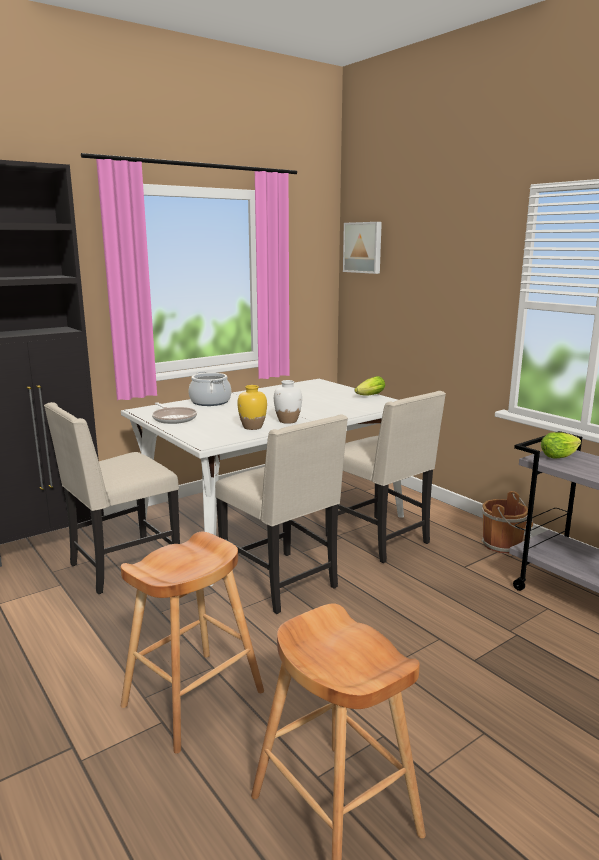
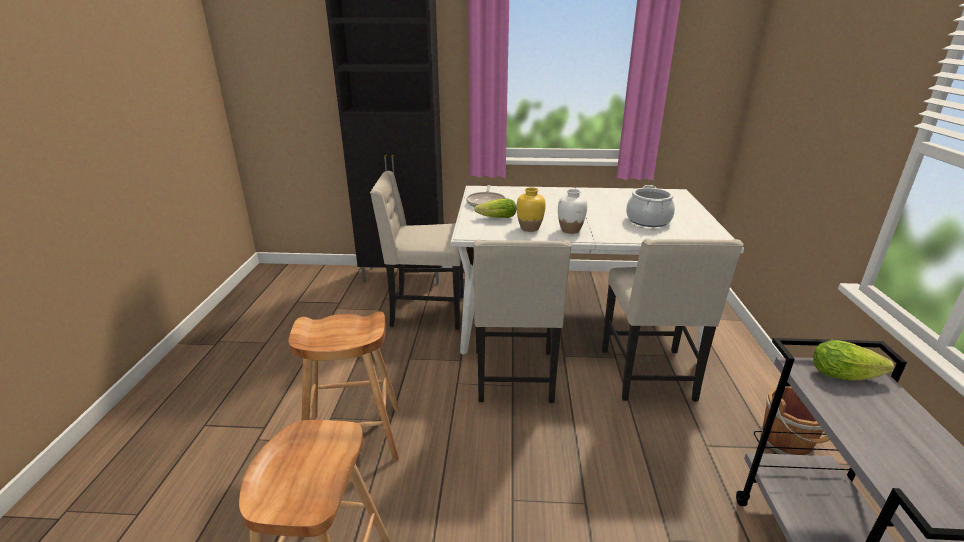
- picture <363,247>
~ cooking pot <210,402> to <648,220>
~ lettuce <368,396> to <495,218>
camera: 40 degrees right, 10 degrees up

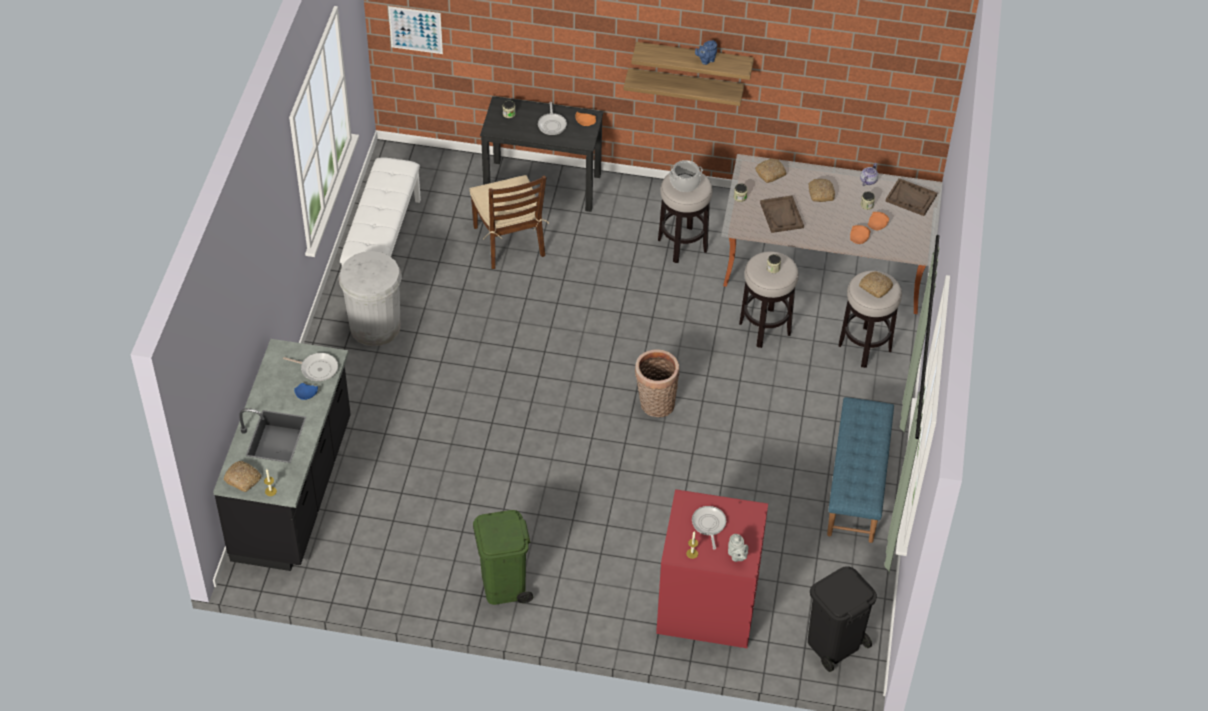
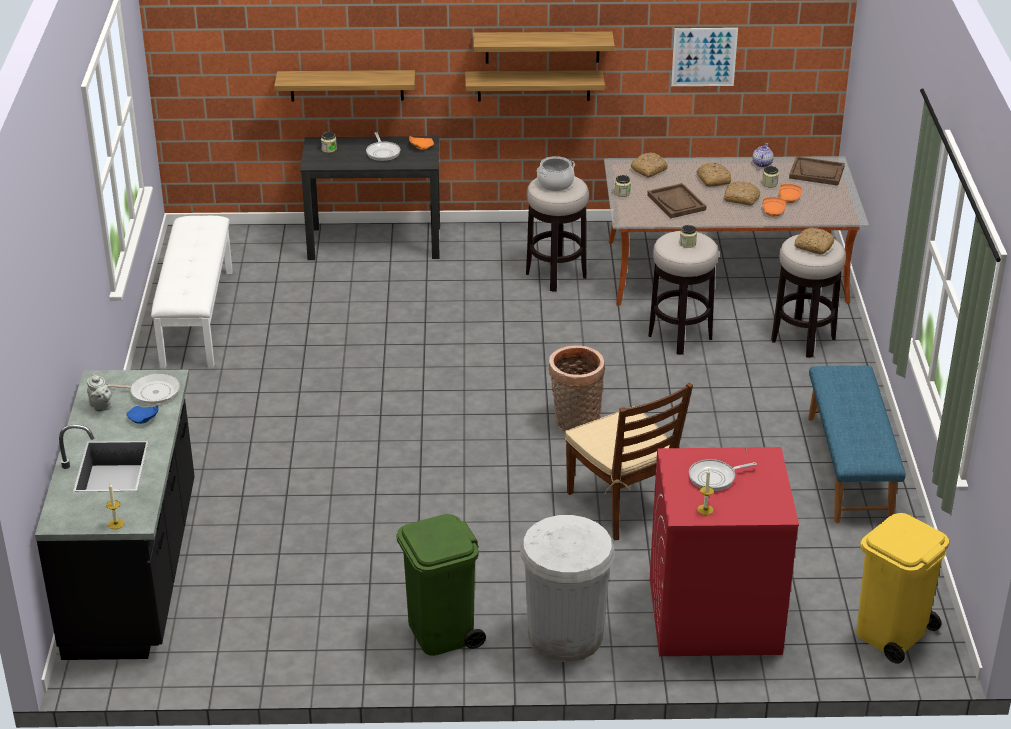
~ picture <415,30> to <704,57>
- blue teapot <706,60>
~ brown chair <509,242> to <624,504>
~ white trash can <375,327> to <565,635>
~ bread <243,479> to <742,198>
~ frying pan <709,525> = <715,478> 90 degrees counterclockwise
~ grey teapot <737,556> to <101,406>
~ black trash can <834,644> to yellow trash can <891,633>
+ shelf <346,85>
camera: 10 degrees left, 15 degrees down

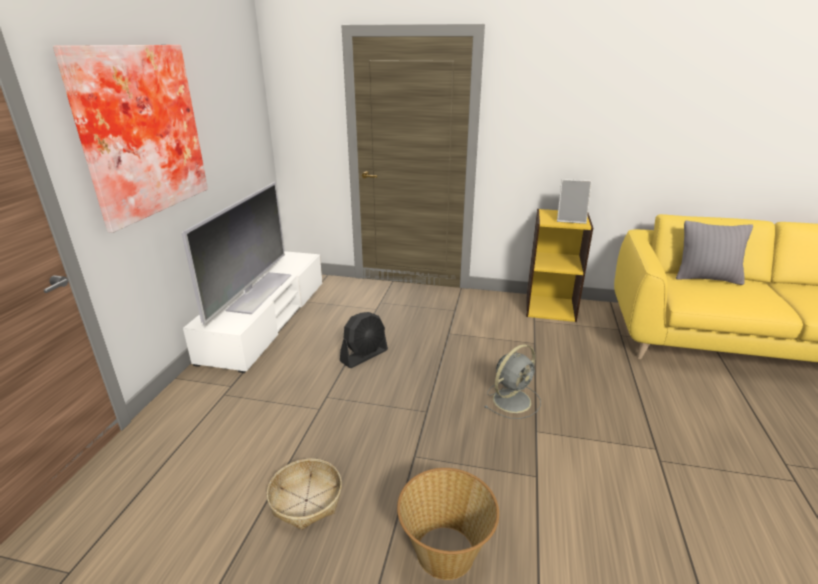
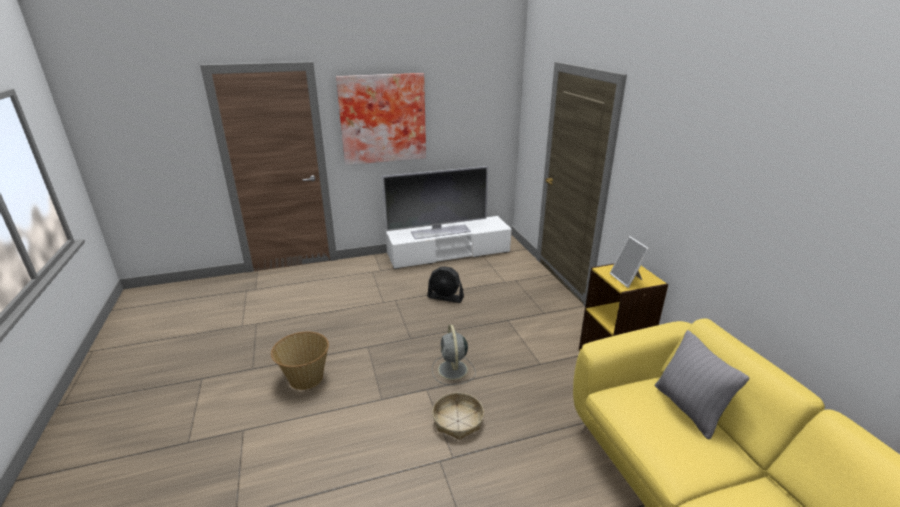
~ grey fan <513,399> = <453,370> 60 degrees clockwise
~ basket <306,500> to <458,421>
camera: 60 degrees right, 0 degrees up

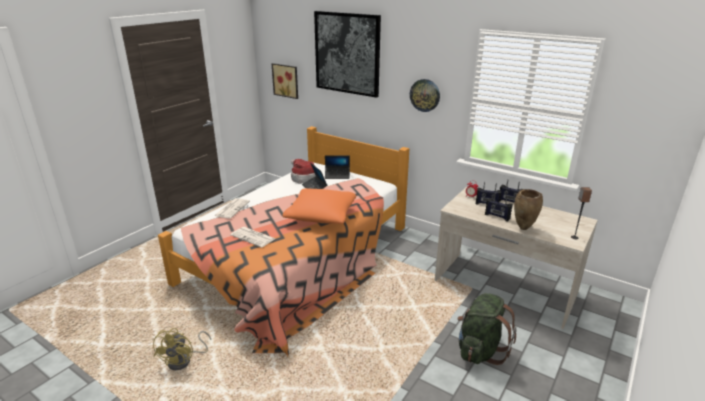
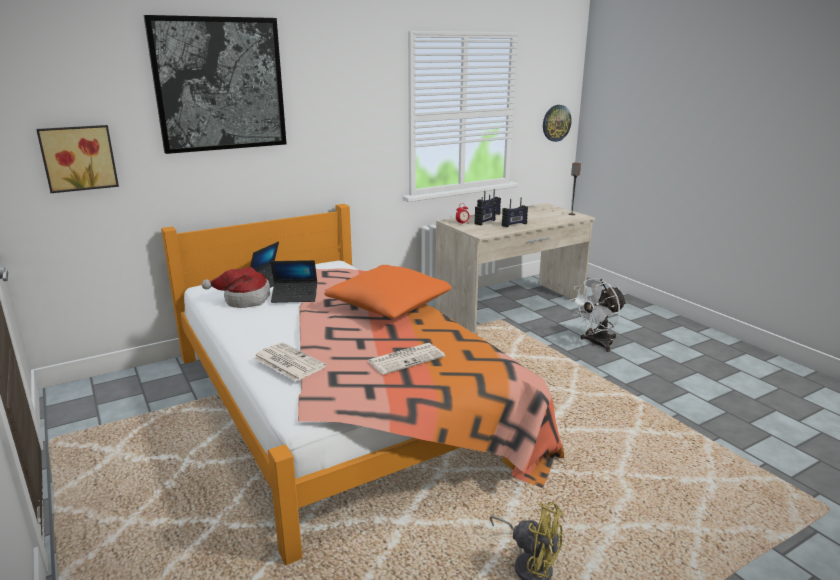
~ wall clock <425,95> to <556,123>
- brown vase <523,228>
~ green backpack <480,350> to white fan <596,344>
camera: 65 degrees left, 5 degrees down

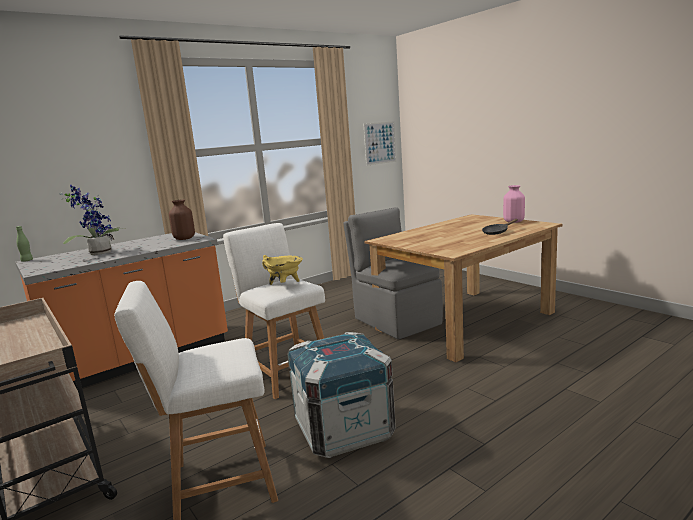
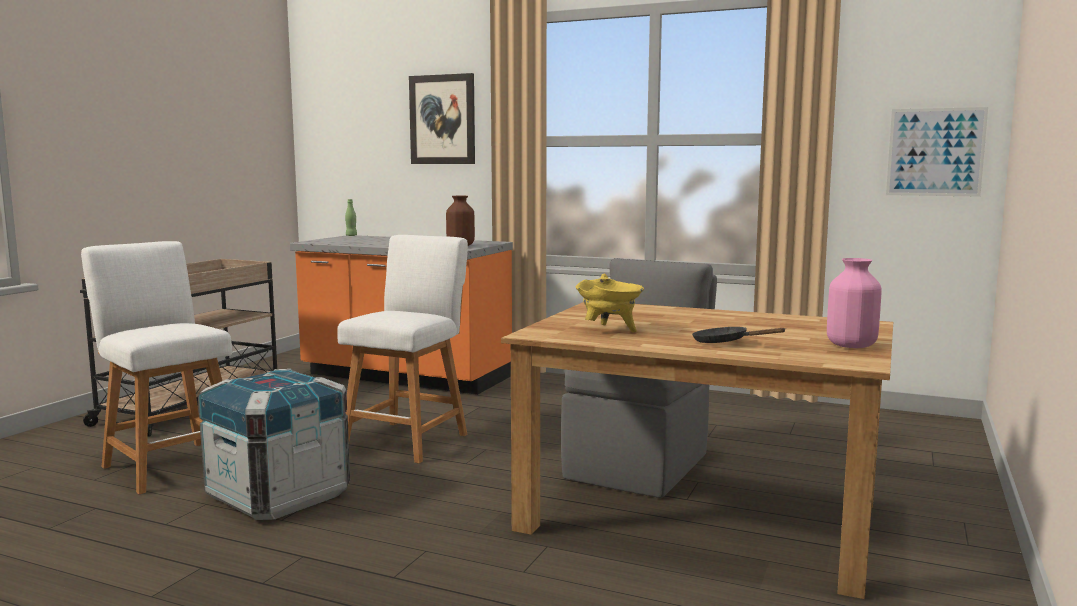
- potted plant <98,253>
~ yellow cooking pot <284,285> to <609,330>
+ picture <442,119>
camera: 60 degrees right, 5 degrees down

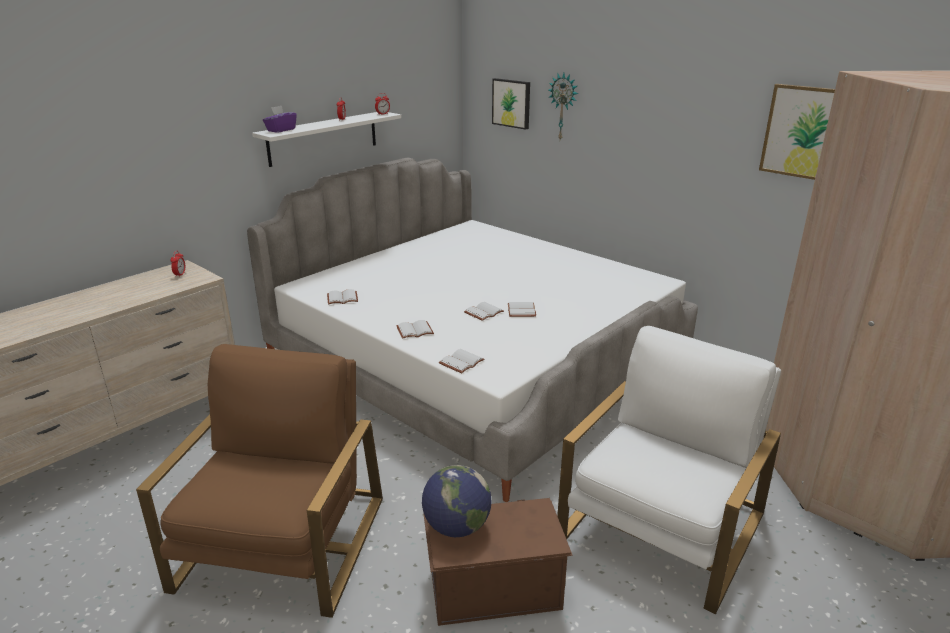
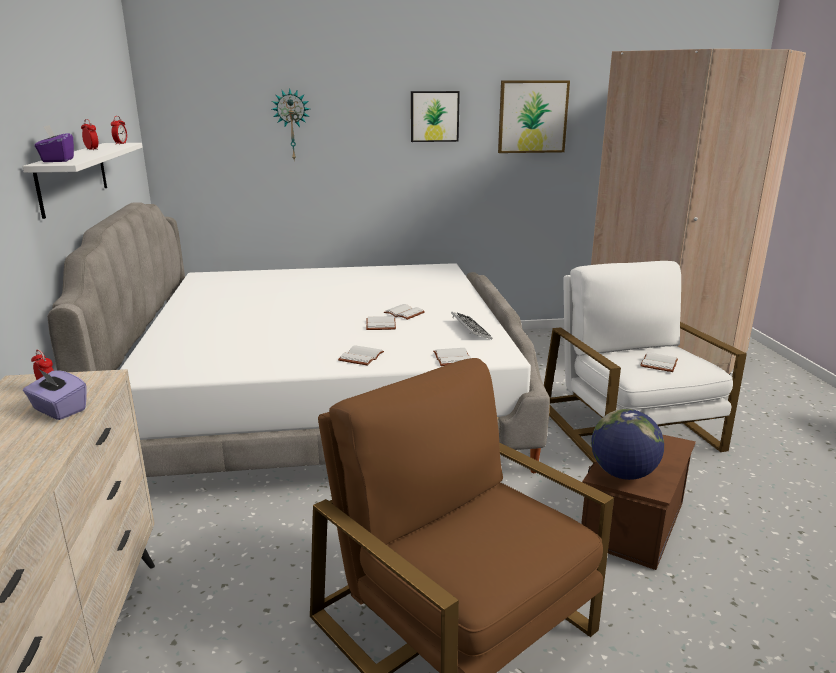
~ picture <512,103> to <434,116>
~ white book <342,299> to <660,364>
+ keyboard <470,329>
+ purple tissue box <59,410>
camera: 50 degrees left, 5 degrees down

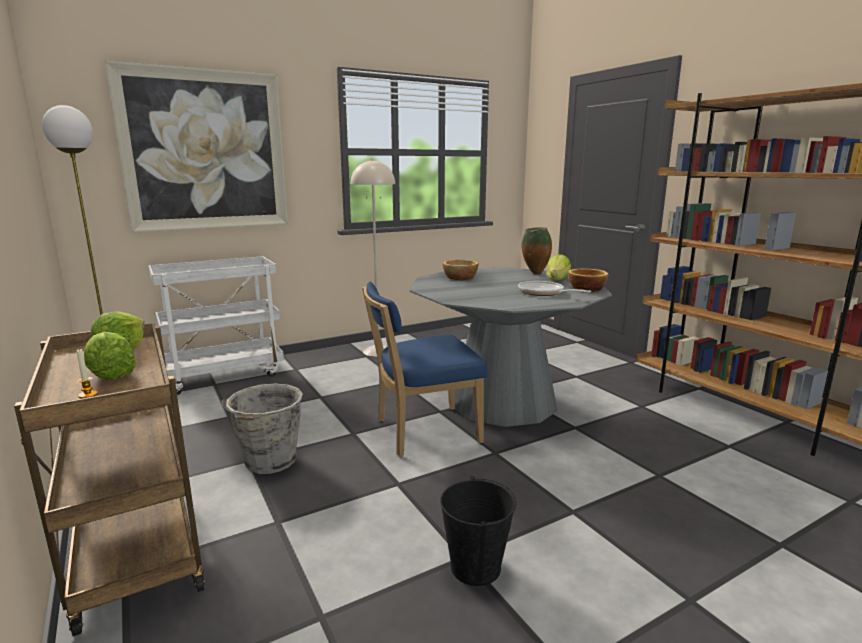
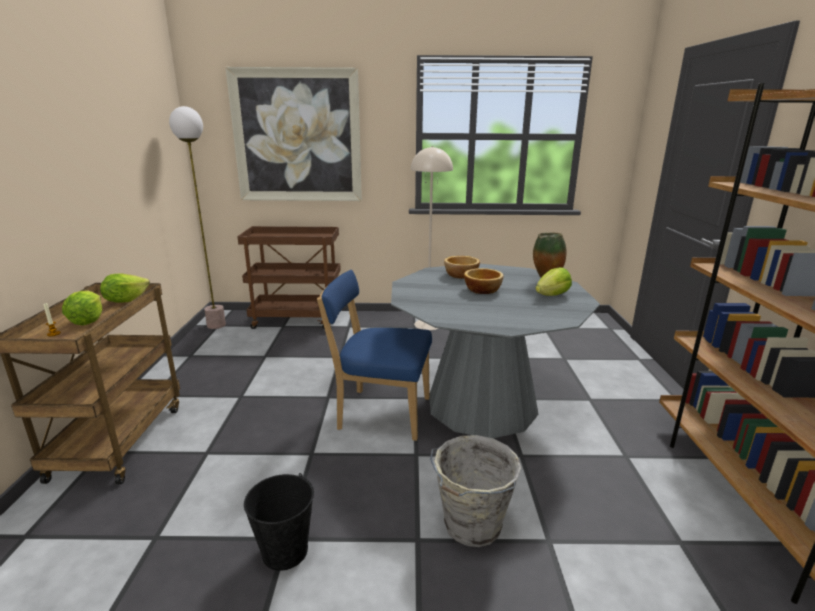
~ white cart <226,375> to brown cart <298,319>
~ bowl <586,289> to <482,290>
- frying pan <544,293>
~ grey bucket <269,462> to <471,526>
camera: 30 degrees right, 5 degrees up

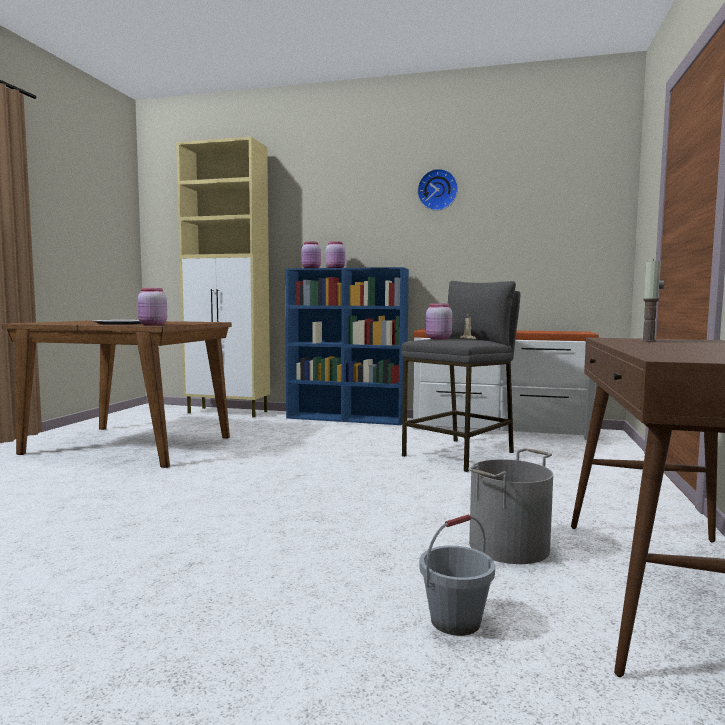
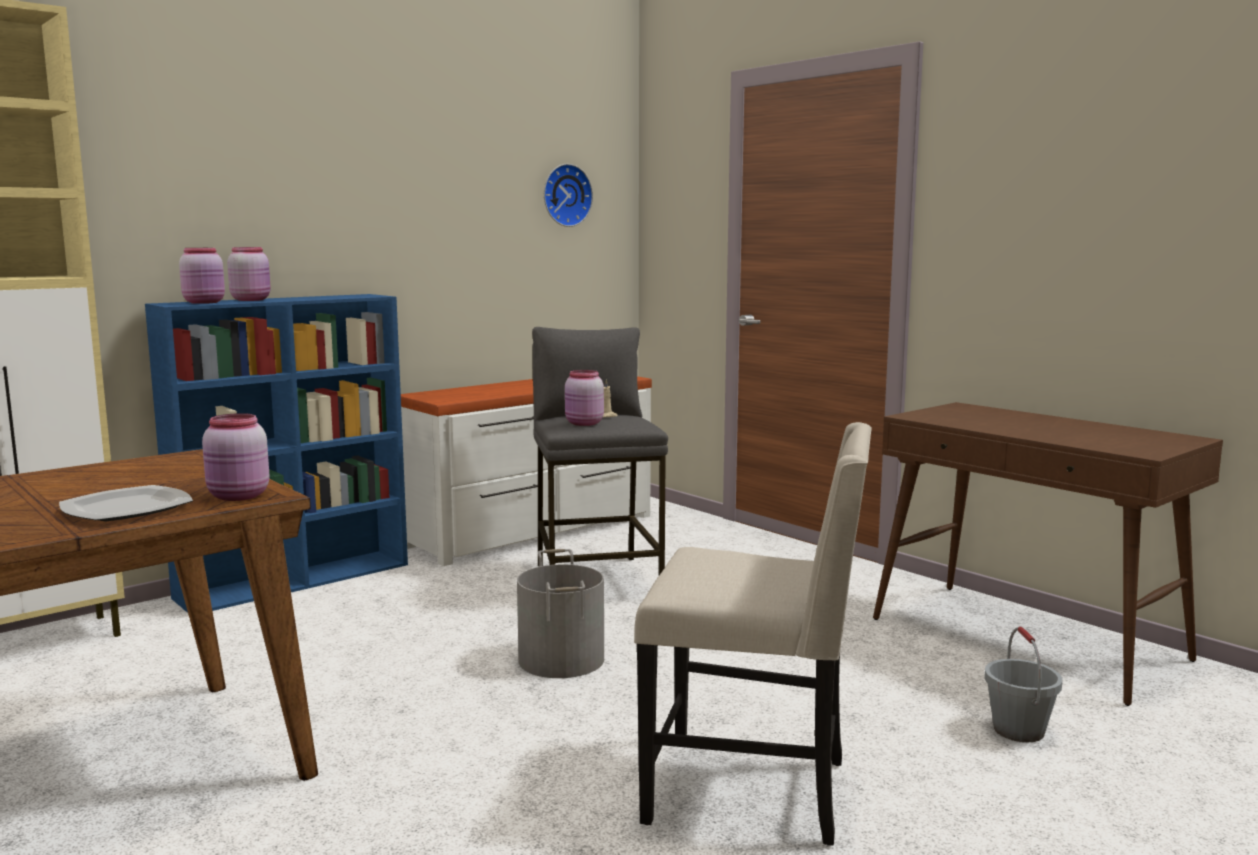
~ wall clock <437,190> to <565,195>
- candle <648,341>
~ grey bucket <510,546> to <562,659>
+ beige chair <752,790>
camera: 55 degrees left, 5 degrees up

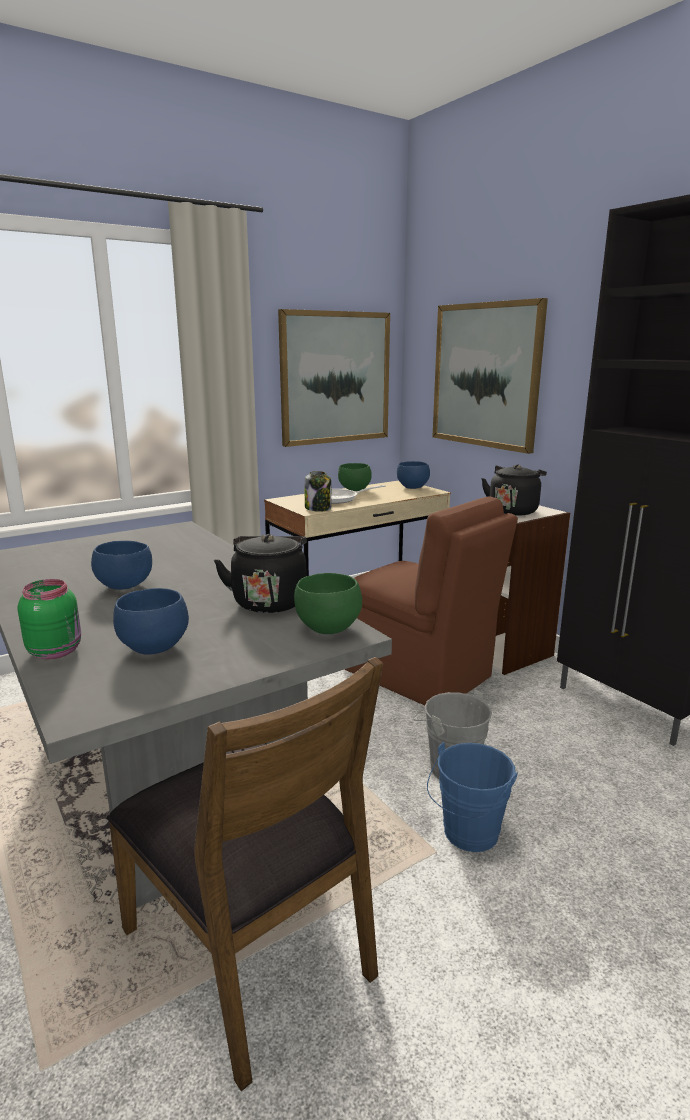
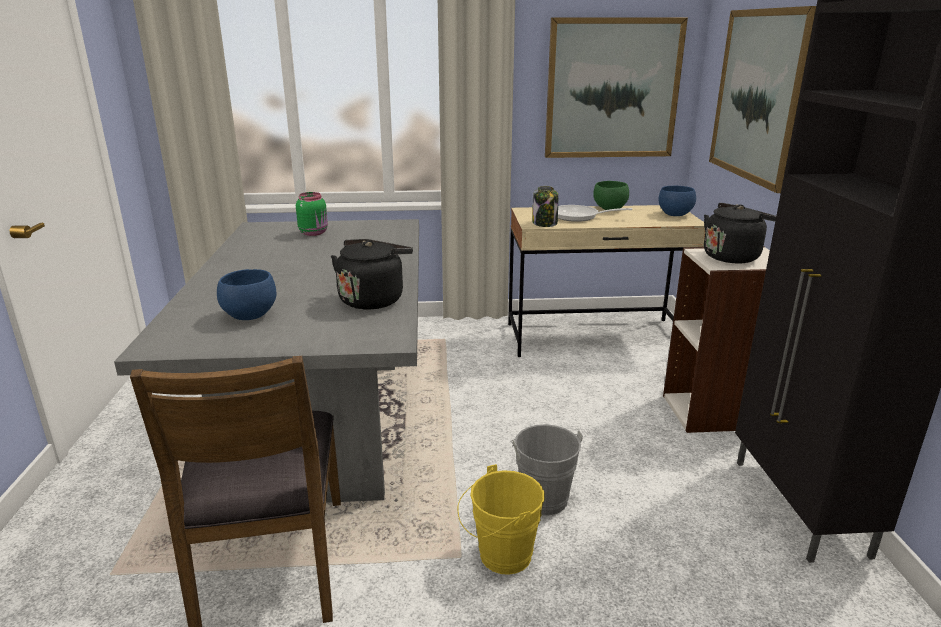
- brown chair <419,675>
- blue bowl <126,586>
- green bowl <327,629>
~ green jar <56,651> to <314,233>
~ blue bucket <467,836> to yellow bucket <499,556>
camera: 30 degrees right, 5 degrees up

